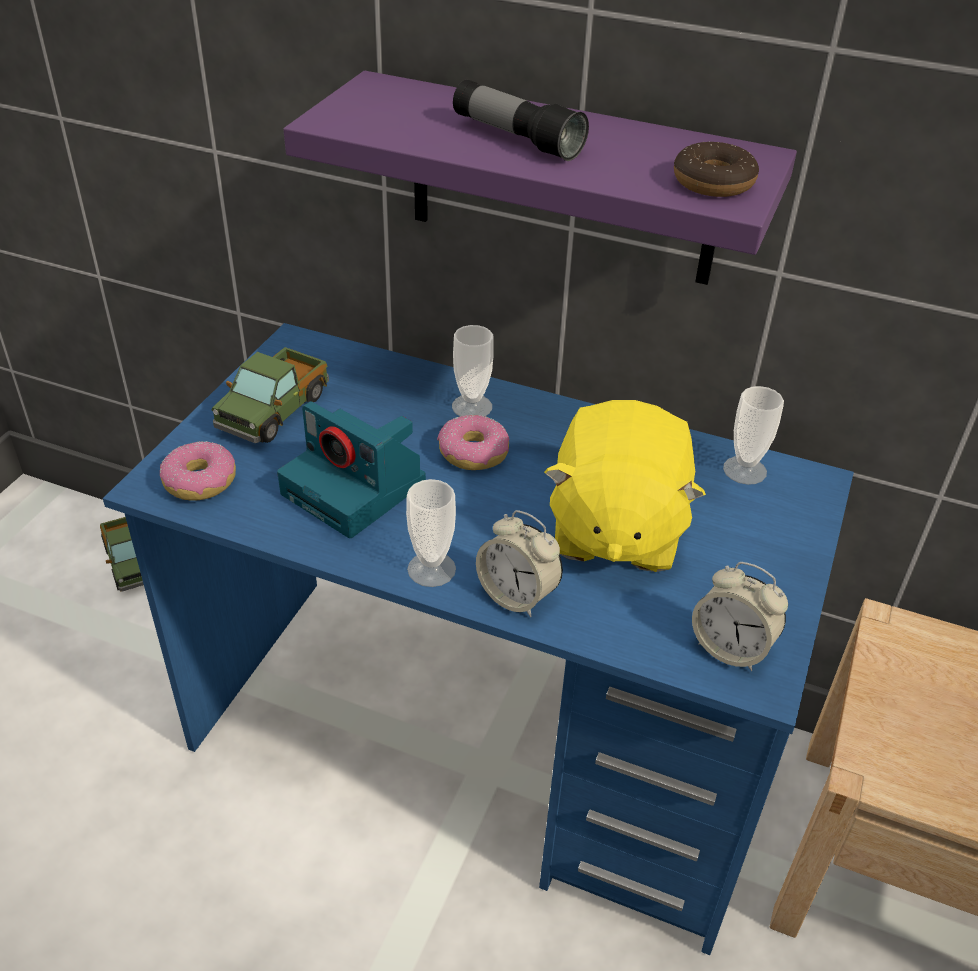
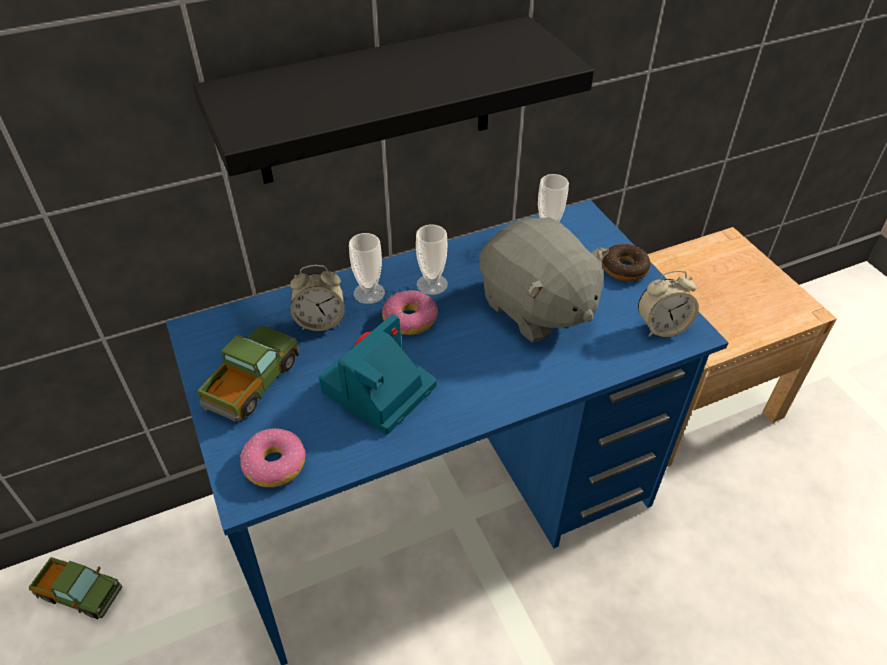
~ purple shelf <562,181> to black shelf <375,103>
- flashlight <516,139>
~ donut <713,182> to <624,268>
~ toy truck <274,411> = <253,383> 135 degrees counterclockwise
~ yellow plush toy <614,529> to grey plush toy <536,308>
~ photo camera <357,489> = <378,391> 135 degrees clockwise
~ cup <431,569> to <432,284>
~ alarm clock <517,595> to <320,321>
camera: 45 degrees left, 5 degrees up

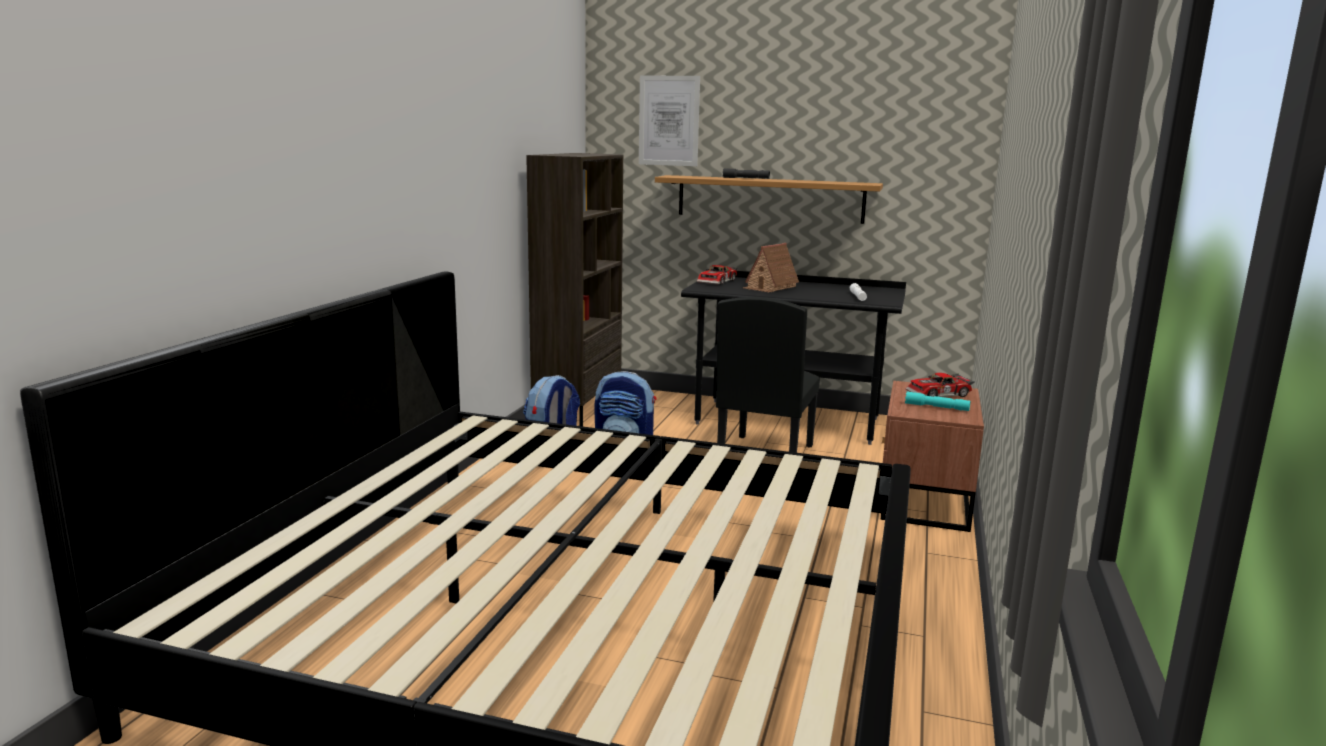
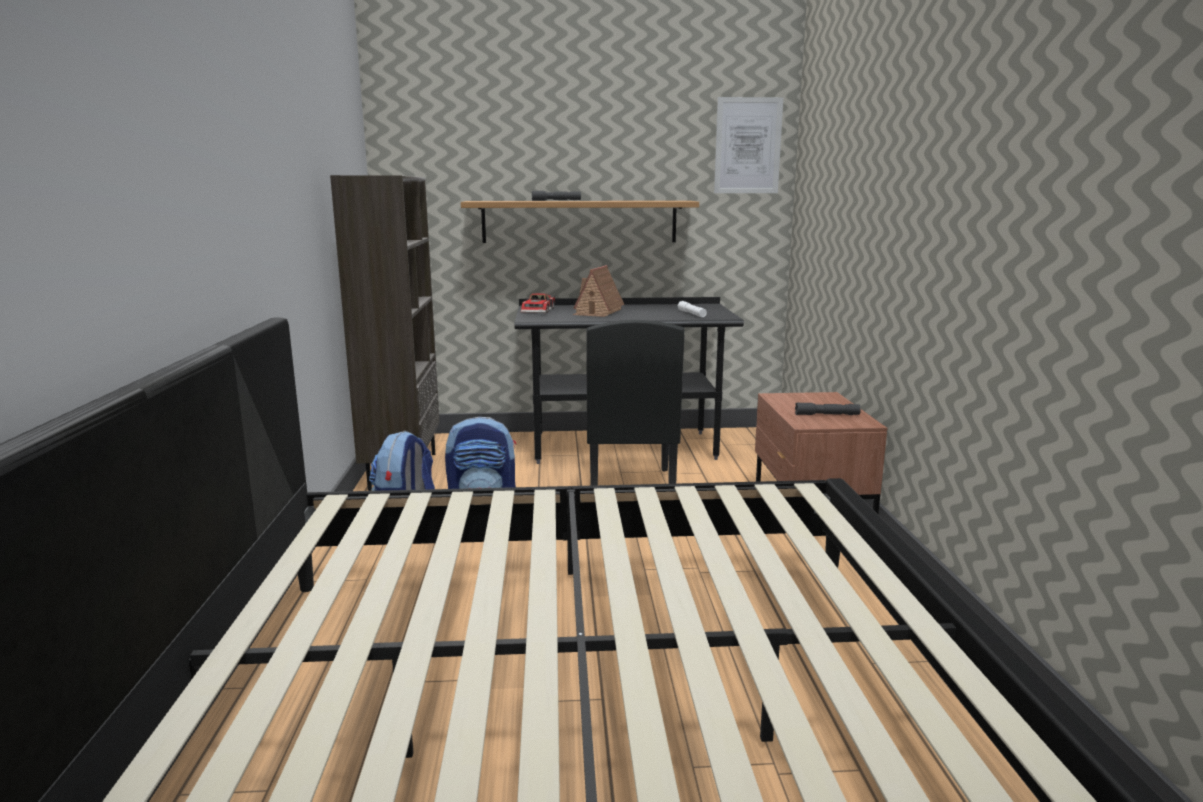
~ picture <669,121> to <747,146>
- toy car <939,394>
~ turquoise flashlight <936,407> to grey flashlight <827,415>
camera: 20 degrees left, 0 degrees up

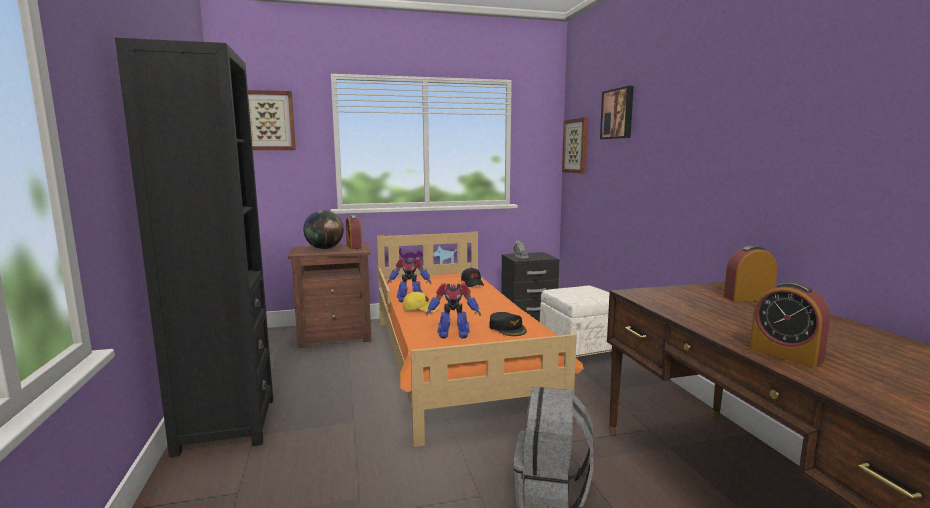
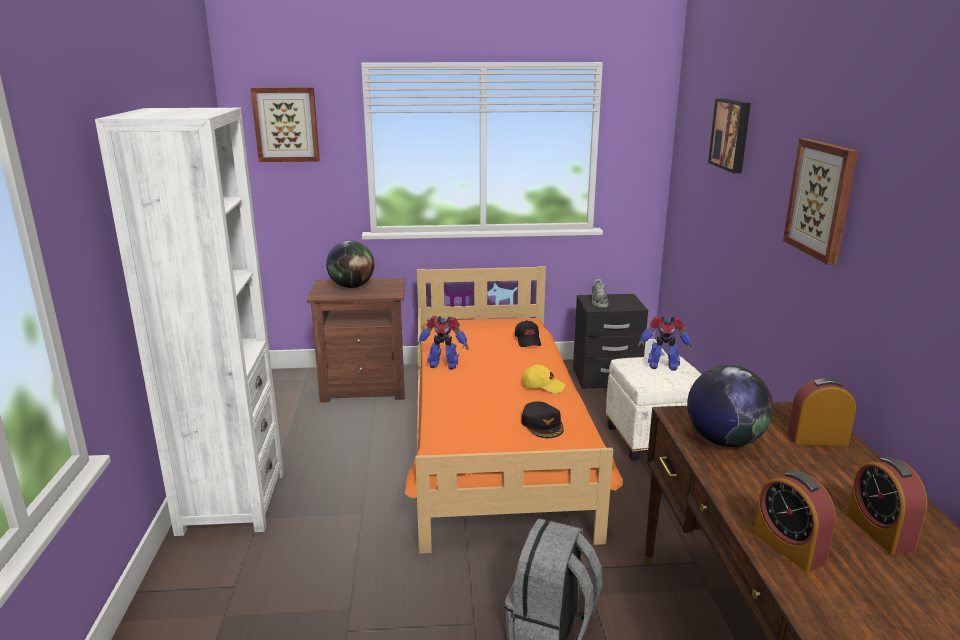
~ black bookcase <226,425> to white bookcase <232,502>
~ picture <576,146> to <821,199>
~ alarm clock <354,246> to <879,532>
~ toy robot <453,335> to <662,365>
~ yellow cap <420,309> to <543,386>
+ globe <724,441>
camera: 10 degrees right, 10 degrees up

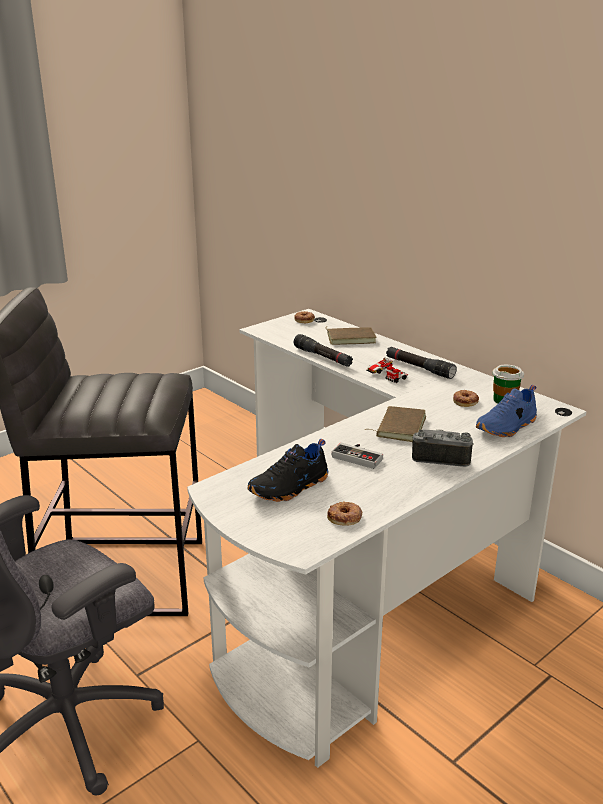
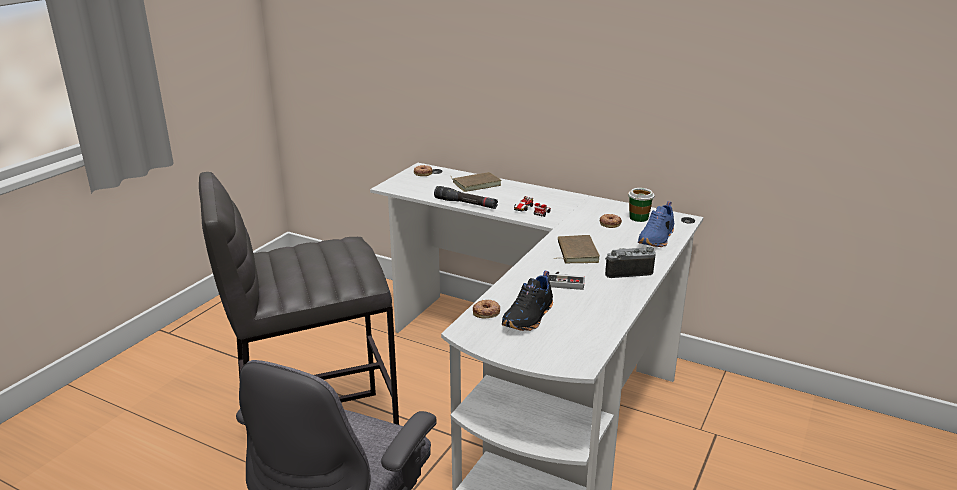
- black flashlight <419,368>
~ donut <345,517> to <486,312>
camera: 20 degrees left, 0 degrees up

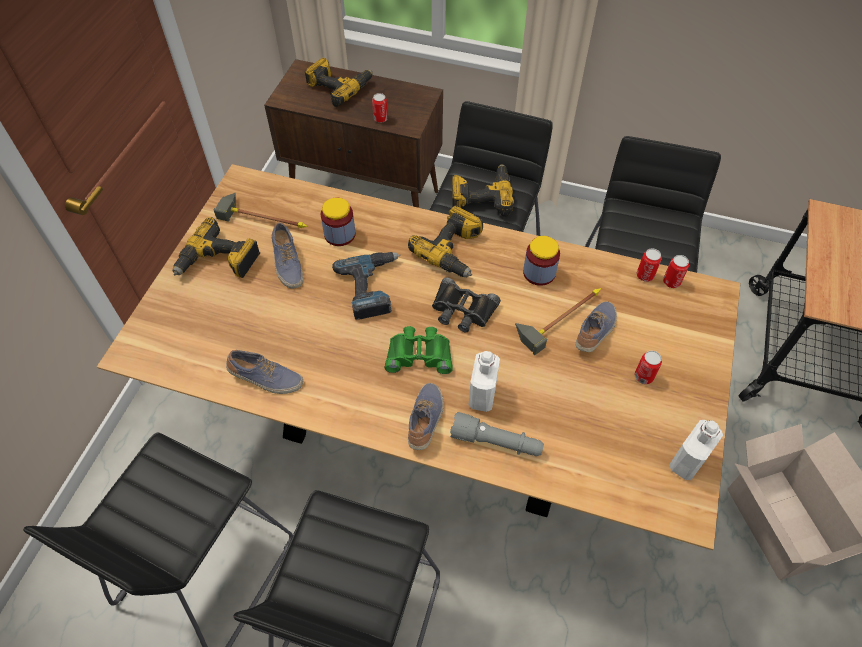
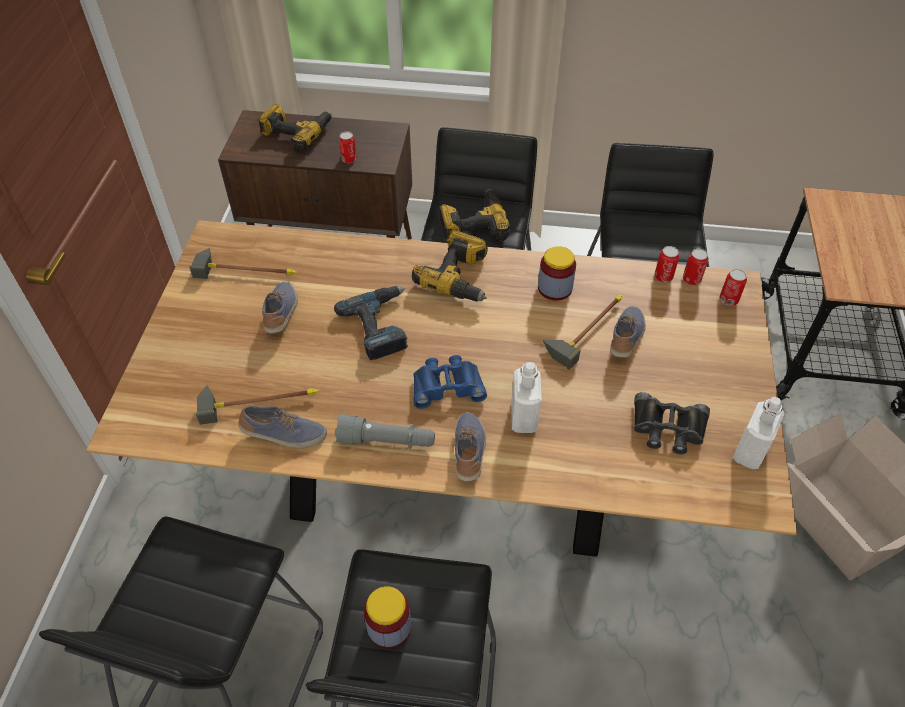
~ jar <340,234> to <389,627>
- power drill <219,262>
~ shoe <287,263> = <282,313> 150 degrees counterclockwise
~ black binoculars <462,310> to <668,428>
~ green binoculars <419,354> to blue binoculars <447,385>
~ can <643,376> to <728,300>
~ grey flashlight <496,442> to <386,441>
+ hammer <260,399>
camera: 10 degrees left, 5 degrees down

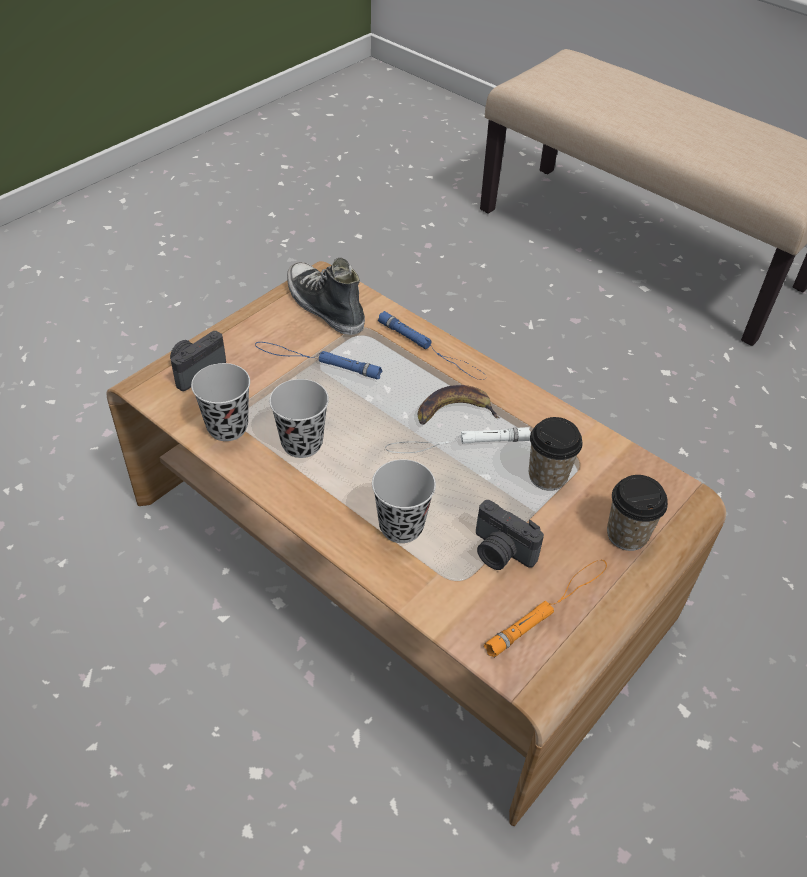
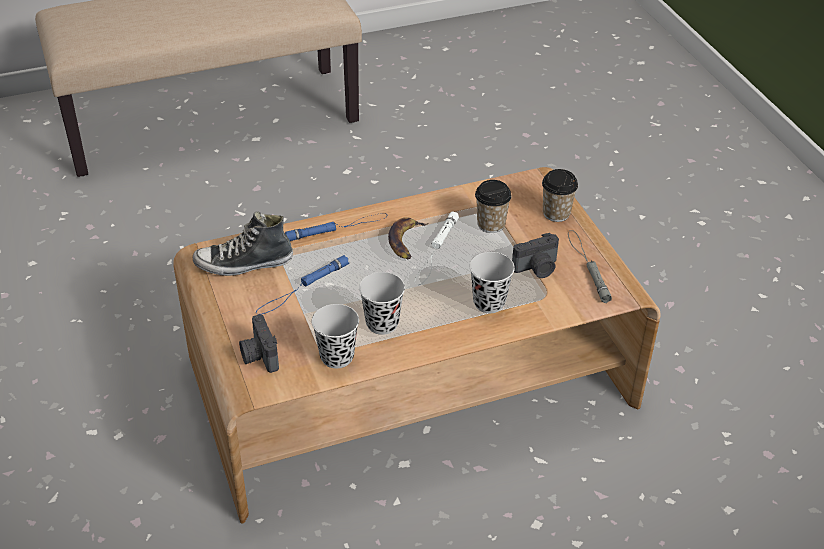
~ orange flashlight <549,606> to grey flashlight <587,265>
camera: 60 degrees left, 5 degrees down

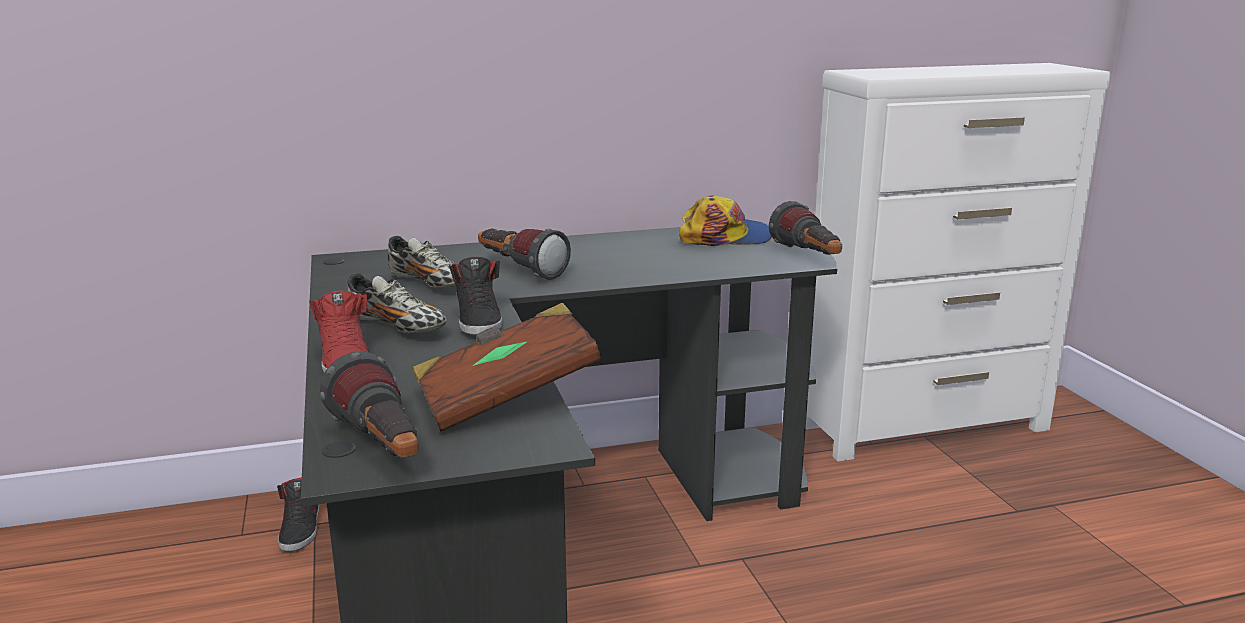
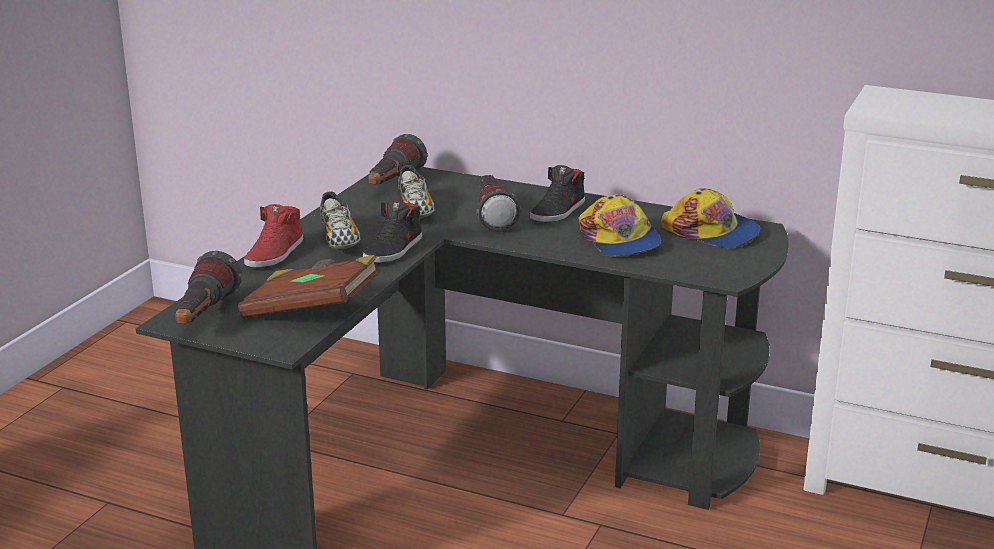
~ flashlight <809,257> to <393,184>
~ black shoe <301,529> to <558,212>
+ cap <619,240>
camera: 40 degrees right, 5 degrees up

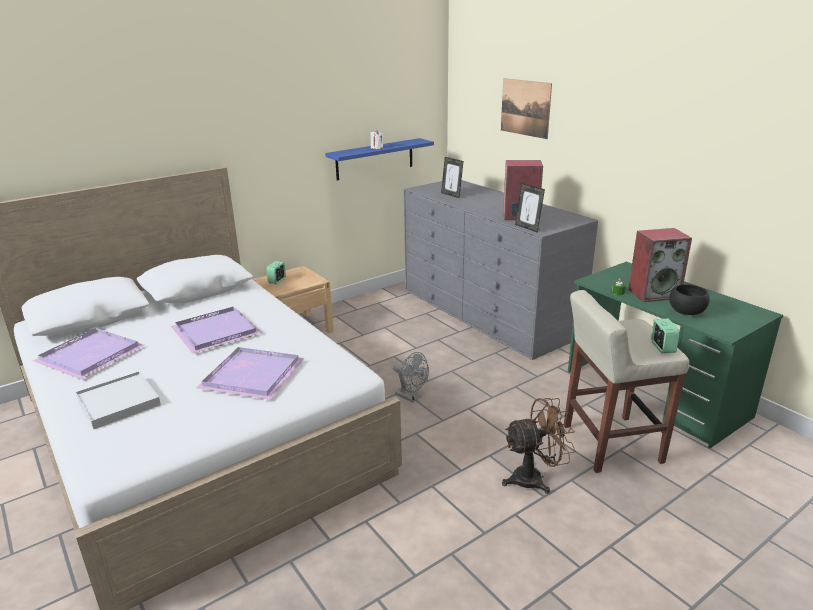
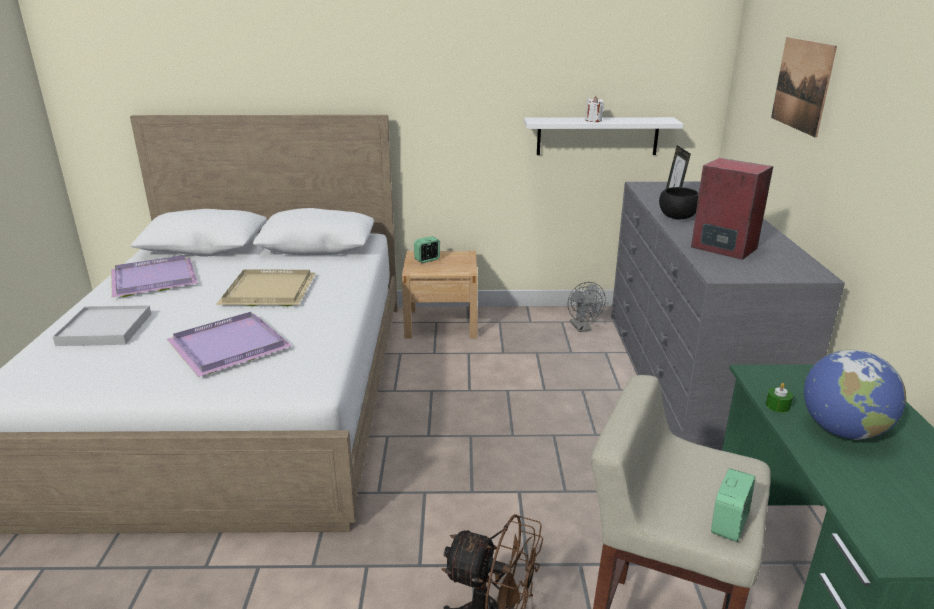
~ blue shelf <375,159> to white shelf <597,136>
- picture frame <528,228>
~ speaker <654,293> to globe <842,431>
~ black bowl <686,312> to <677,218>
~ purple tray <214,332> to beige tray <267,290>
~ grey fan <411,397> to <582,328>
camera: 35 degrees right, 0 degrees up

